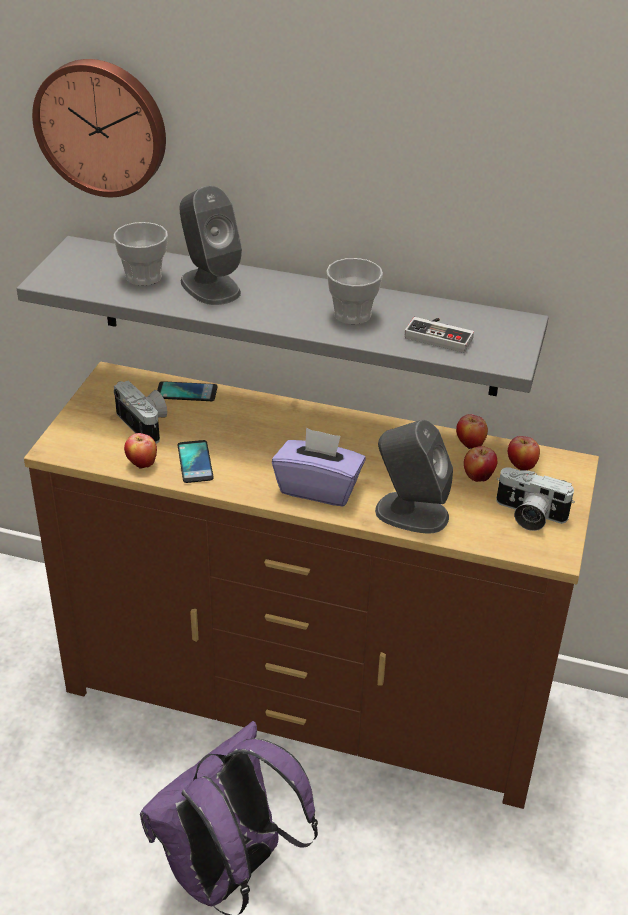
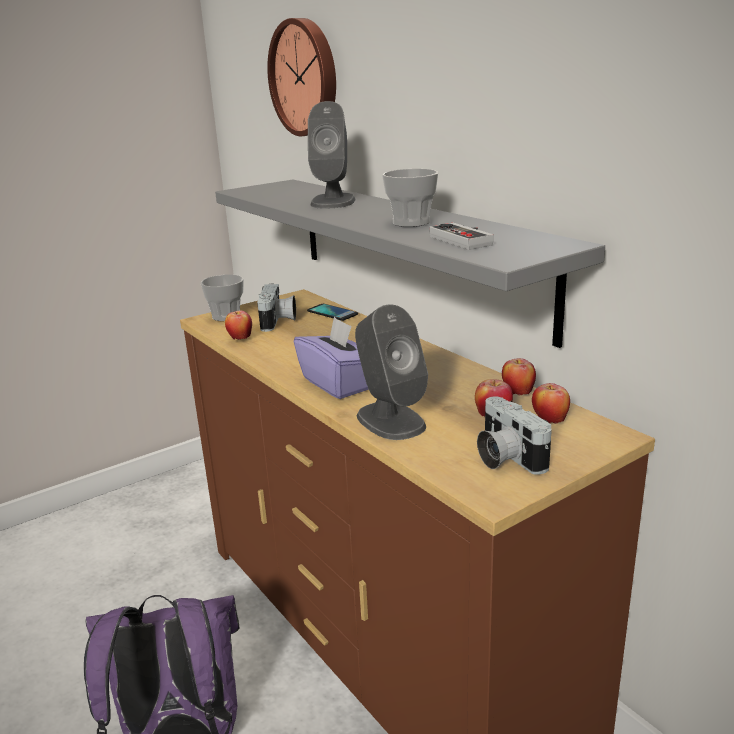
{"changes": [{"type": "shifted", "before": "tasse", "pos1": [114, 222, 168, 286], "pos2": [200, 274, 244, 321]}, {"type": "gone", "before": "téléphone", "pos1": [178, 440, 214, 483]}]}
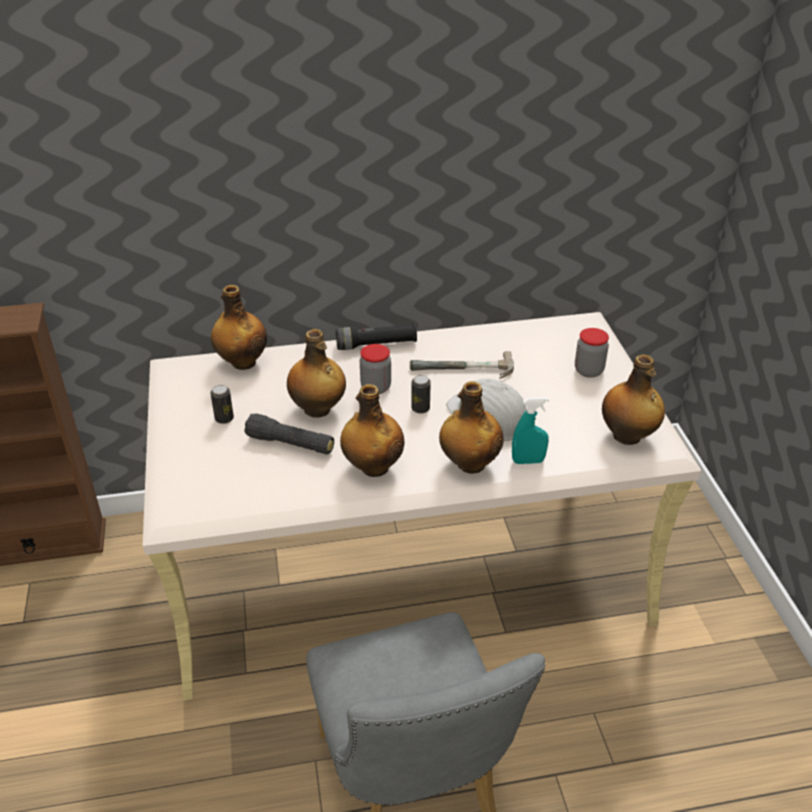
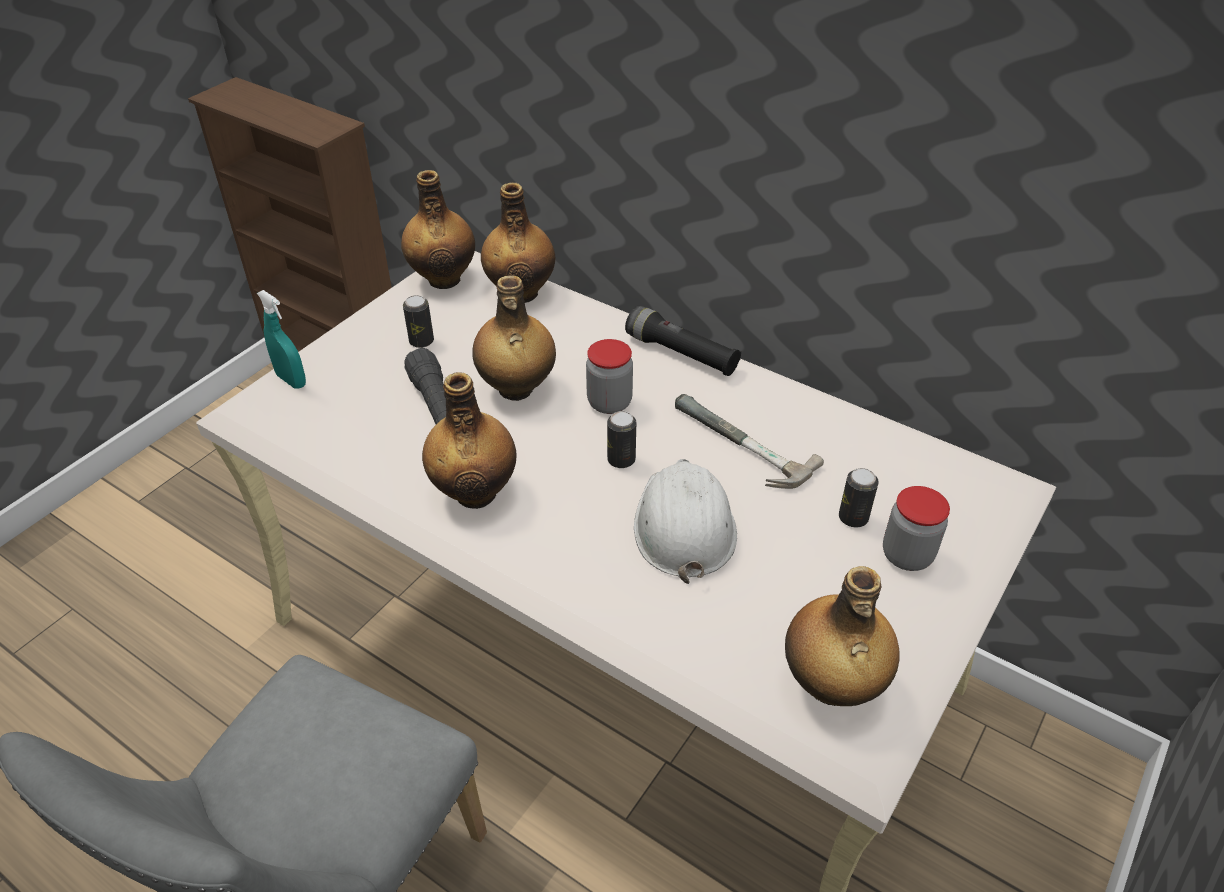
{"changes": [{"type": "shifted", "before": "bouteille", "pos1": [439, 381, 503, 474], "pos2": [401, 170, 475, 289]}, {"type": "shifted", "before": "vaporisateur/turquoise", "pos1": [512, 397, 549, 464], "pos2": [257, 290, 306, 389]}, {"type": "new", "after": "boîte métallique", "pos2": [839, 468, 879, 527]}]}
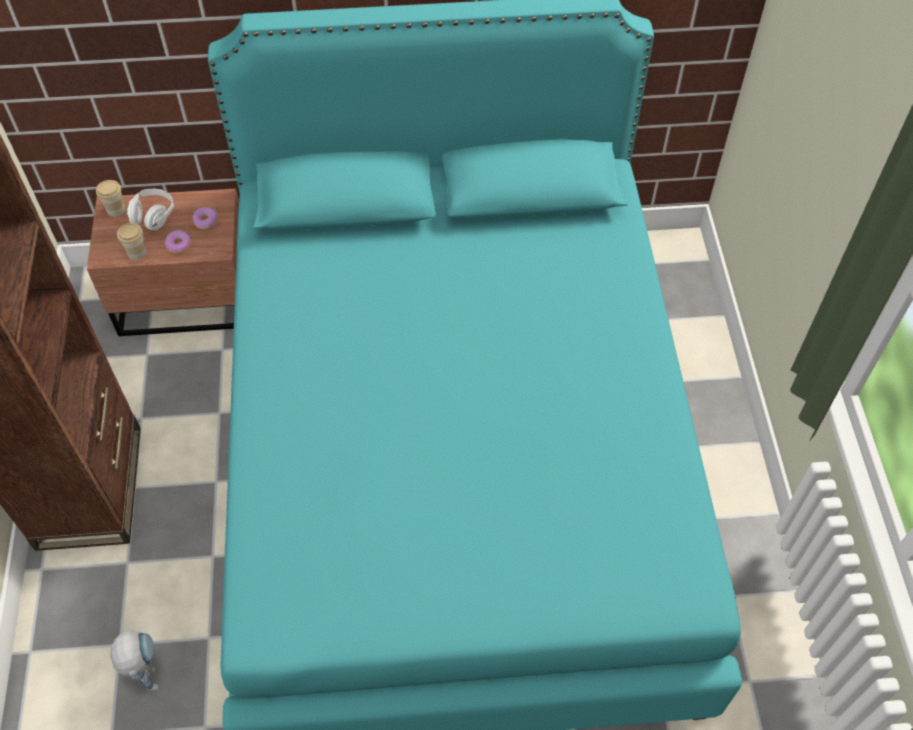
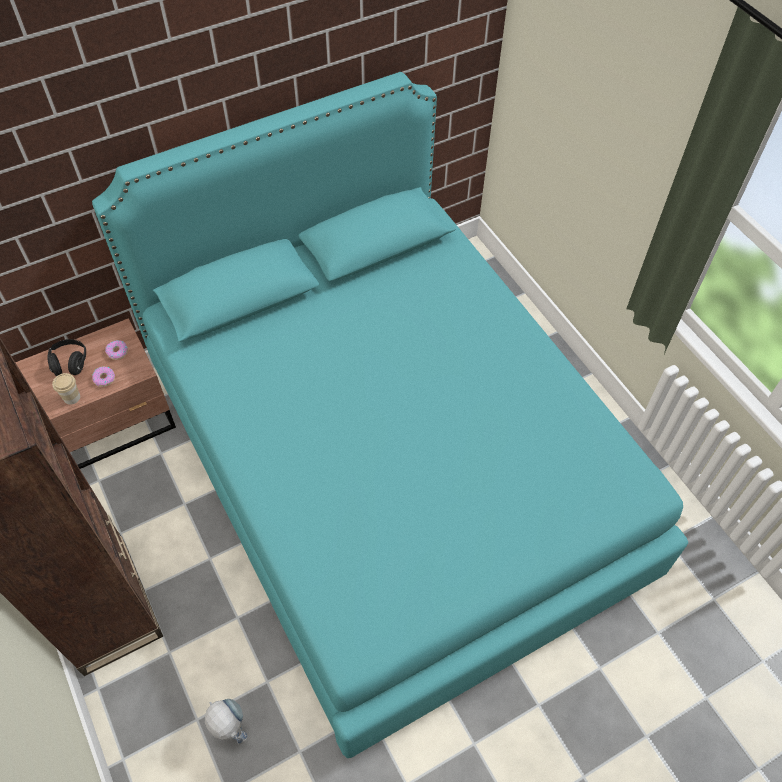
{"changes": [{"type": "gone", "before": "tasse", "pos1": [96, 180, 125, 217]}, {"type": "repainted", "before": "casque audio/blanc", "after": "casque audio/noir", "pos1": [127, 189, 174, 230], "pos2": [47, 339, 86, 376]}]}
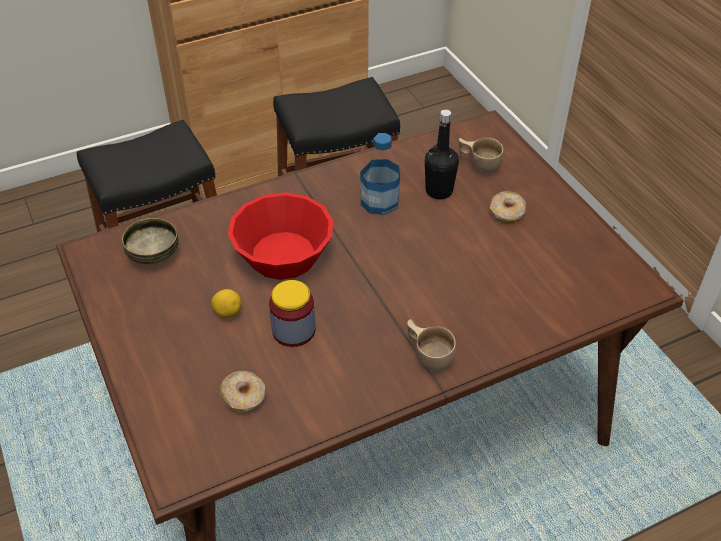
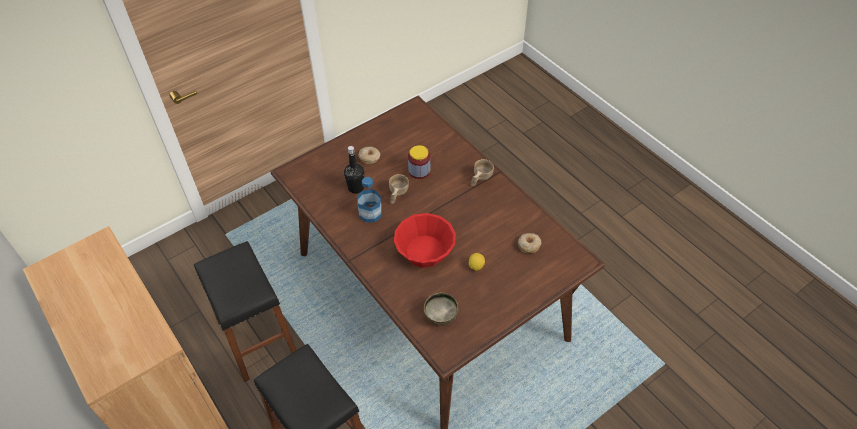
{"changes": [{"type": "shifted", "before": "tasse/beige", "pos1": [459, 138, 504, 174], "pos2": [389, 174, 409, 204]}, {"type": "shifted", "before": "bocal", "pos1": [269, 280, 315, 347], "pos2": [408, 145, 430, 179]}]}
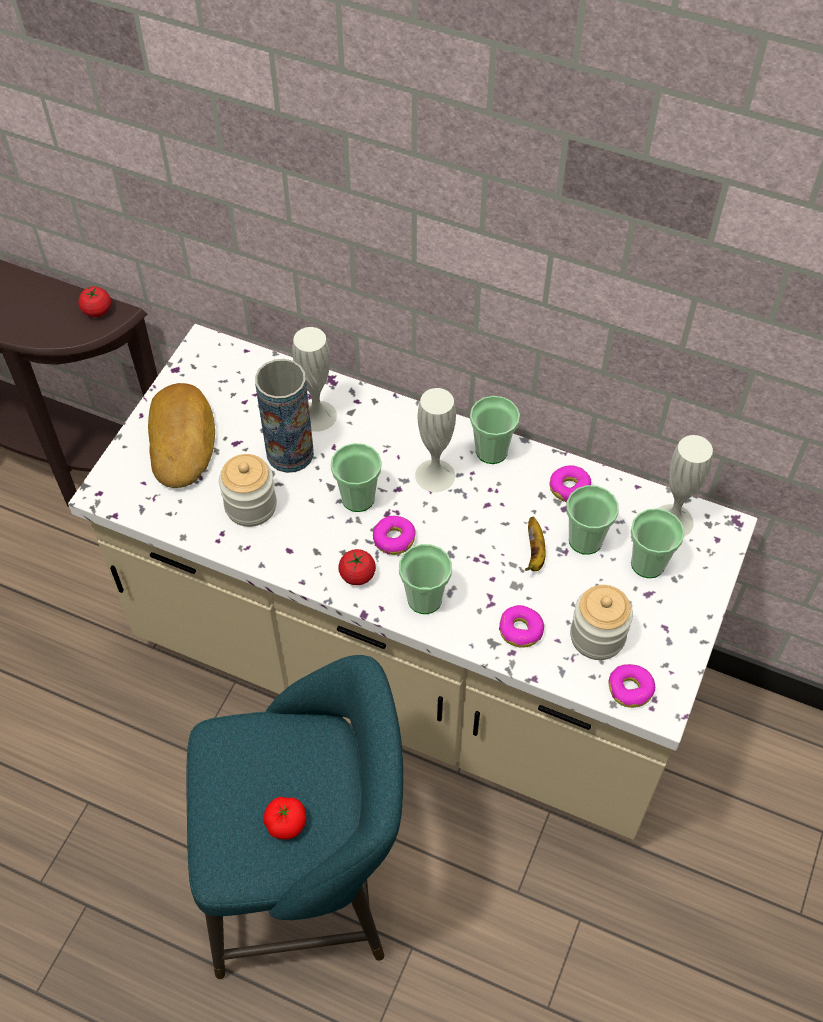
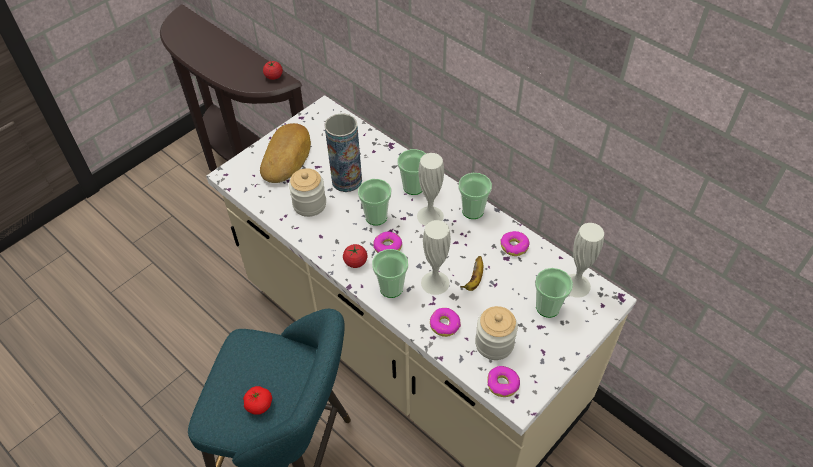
{"changes": [{"type": "shifted", "before": "vase/blanc", "pos1": [292, 327, 337, 432], "pos2": [421, 220, 451, 295]}, {"type": "shifted", "before": "tasse", "pos1": [566, 485, 619, 555], "pos2": [398, 149, 426, 195]}]}
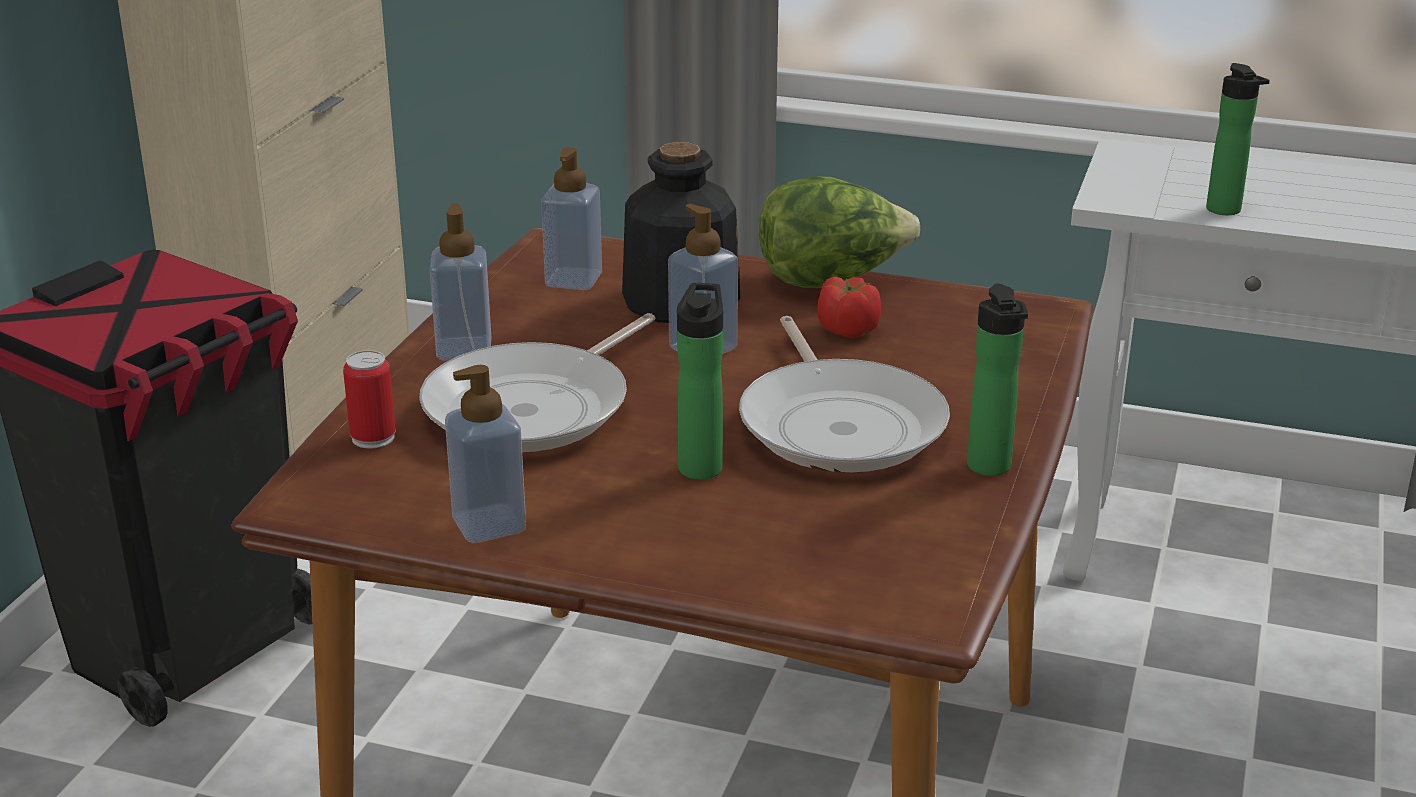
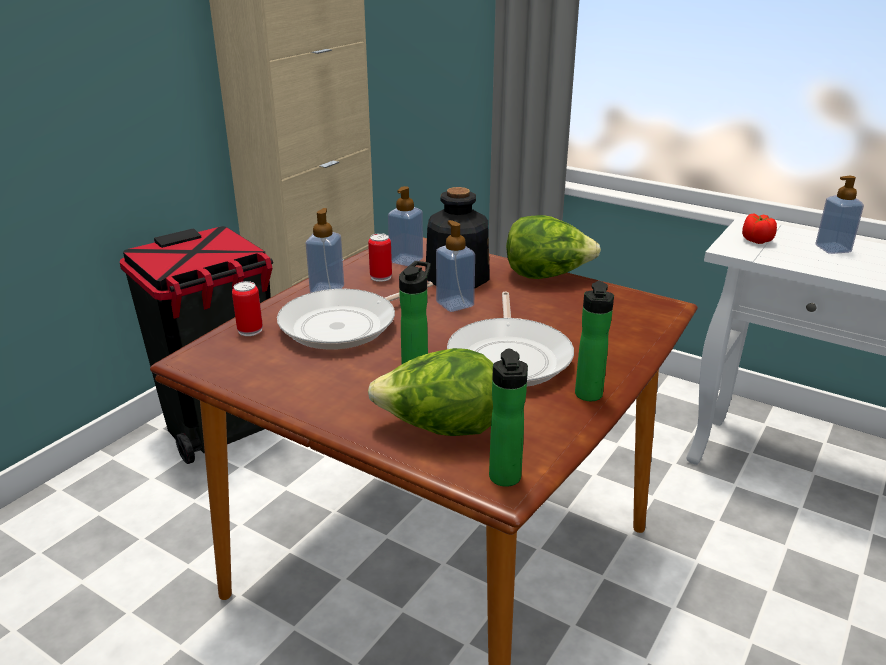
{"changes": [{"type": "shifted", "before": "bouteille", "pos1": [1206, 63, 1270, 215], "pos2": [489, 349, 528, 487]}, {"type": "shifted", "before": "tomate", "pos1": [817, 277, 881, 338], "pos2": [742, 213, 777, 244]}, {"type": "shifted", "before": "distributeur de savon", "pos1": [445, 365, 526, 543], "pos2": [815, 176, 864, 254]}, {"type": "new", "after": "boîte métallique", "pos2": [368, 233, 392, 282]}, {"type": "new", "after": "laitue", "pos2": [368, 348, 494, 436]}]}
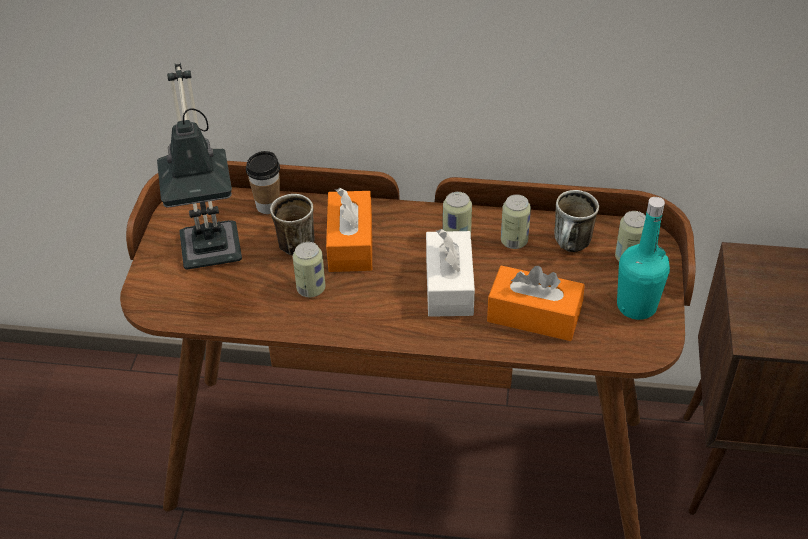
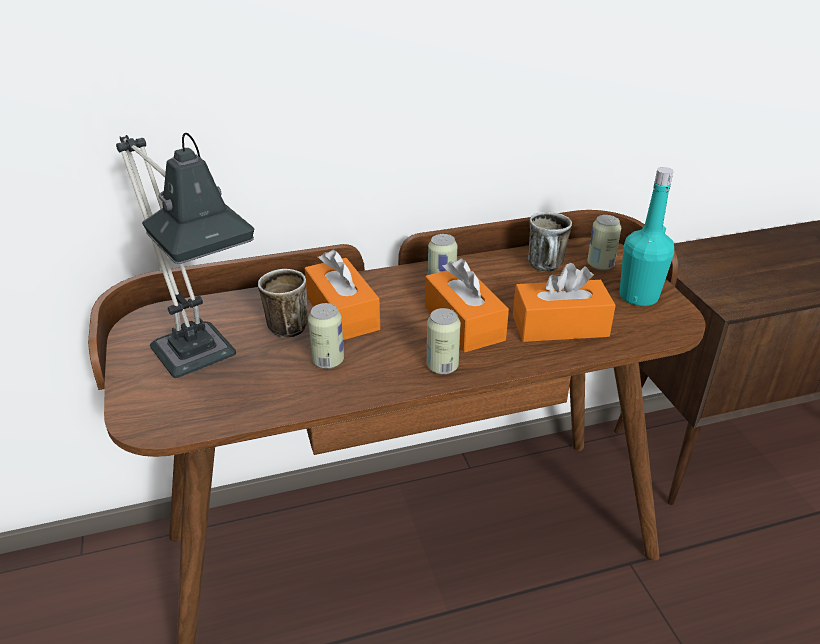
{"changes": [{"type": "gone", "before": "tasse", "pos1": [246, 151, 280, 214]}, {"type": "shifted", "before": "boîte métallique", "pos1": [501, 194, 531, 249], "pos2": [427, 308, 461, 374]}, {"type": "repainted", "before": "boîte à mouchoirs/blanc", "after": "boîte à mouchoirs/orange", "pos1": [426, 229, 475, 317], "pos2": [425, 258, 509, 353]}]}
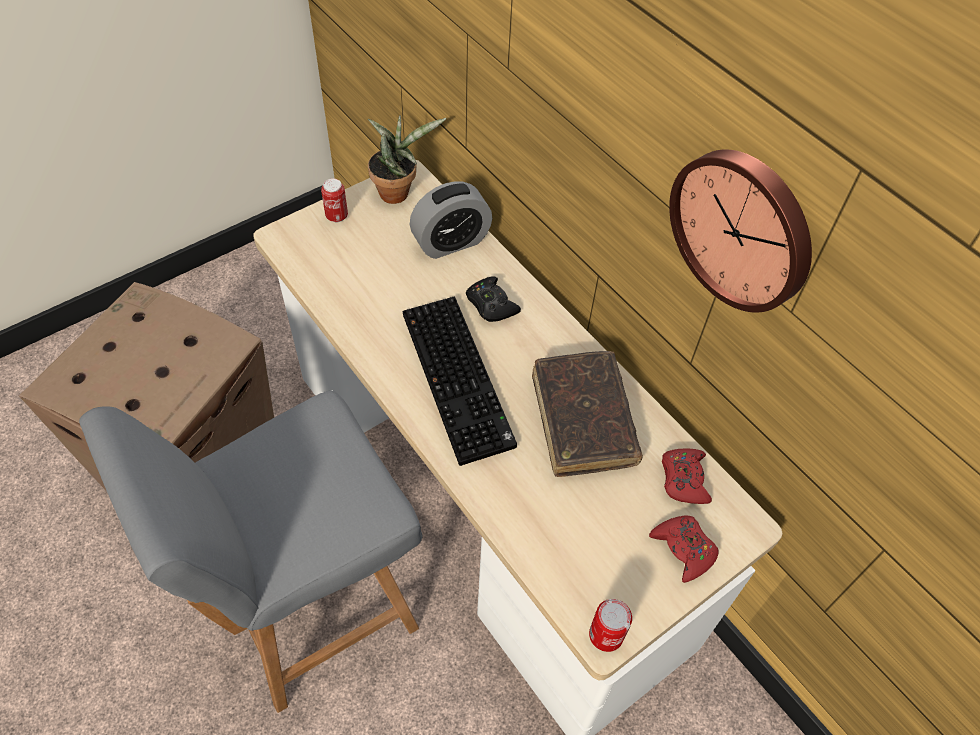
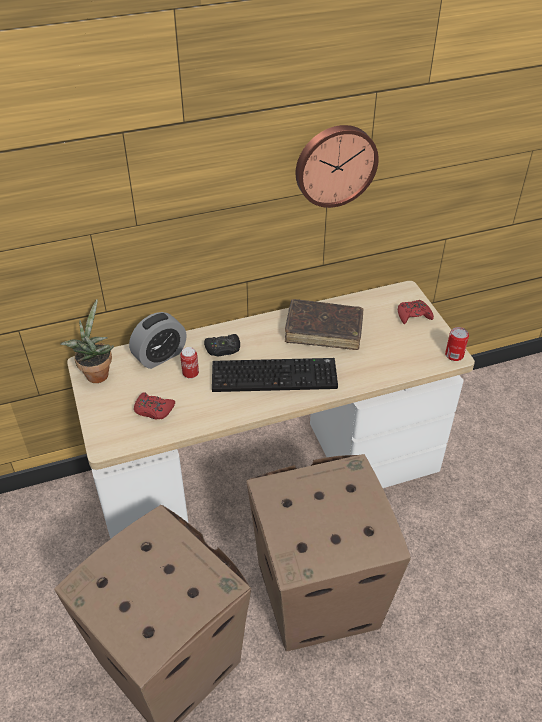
{"changes": [{"type": "shifted", "before": "boîte métallique", "pos1": [321, 179, 348, 222], "pos2": [180, 347, 199, 379]}, {"type": "rotated", "before": "réveil", "pos1": [410, 181, 492, 259], "pos2": [129, 312, 187, 369], "turn": 60}, {"type": "swapped", "before": "chaise/gris", "after": "carton", "pos1": [79, 390, 422, 713], "pos2": [246, 454, 411, 652]}, {"type": "shifted", "before": "manette/rouge", "pos1": [662, 449, 712, 504], "pos2": [134, 392, 175, 419]}]}
